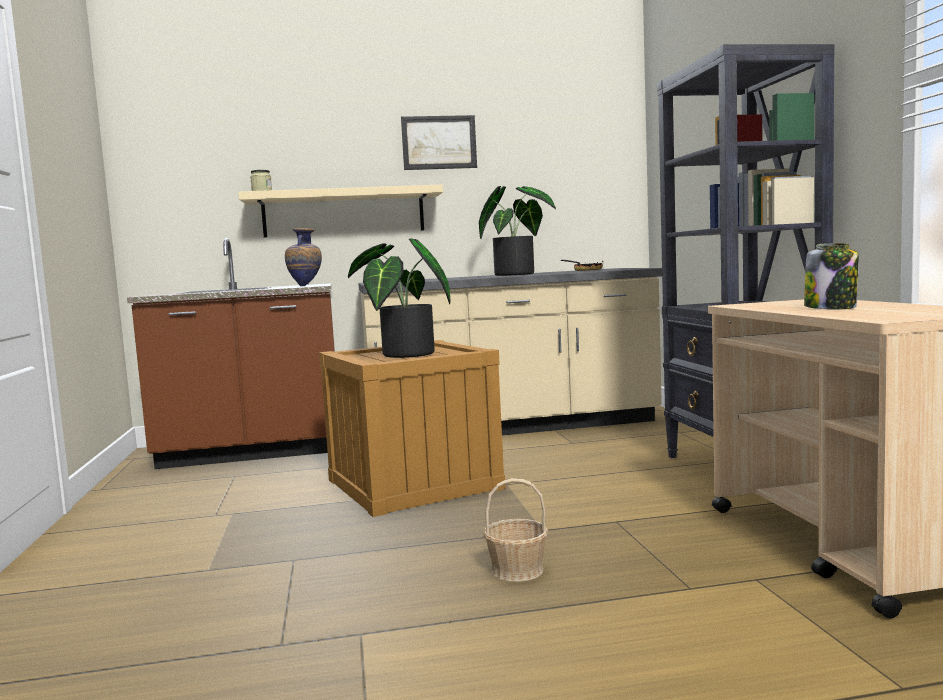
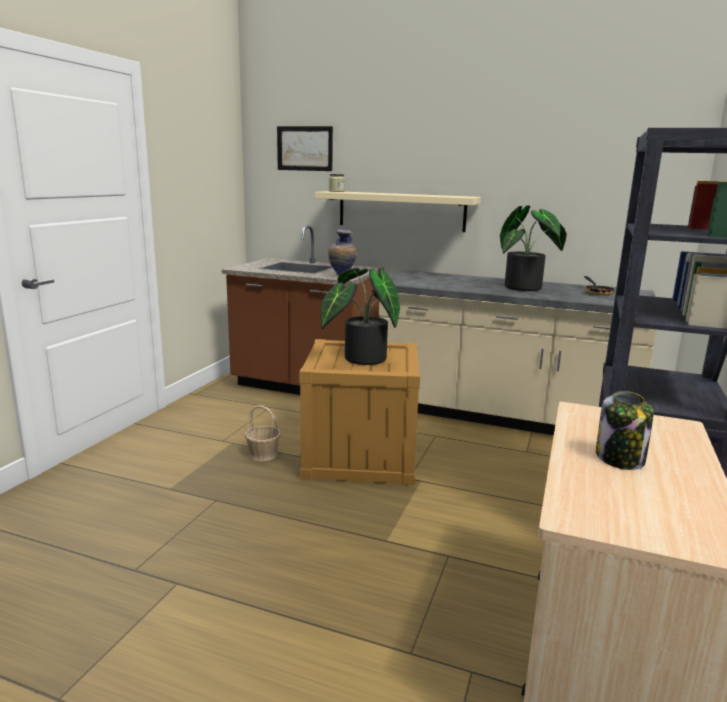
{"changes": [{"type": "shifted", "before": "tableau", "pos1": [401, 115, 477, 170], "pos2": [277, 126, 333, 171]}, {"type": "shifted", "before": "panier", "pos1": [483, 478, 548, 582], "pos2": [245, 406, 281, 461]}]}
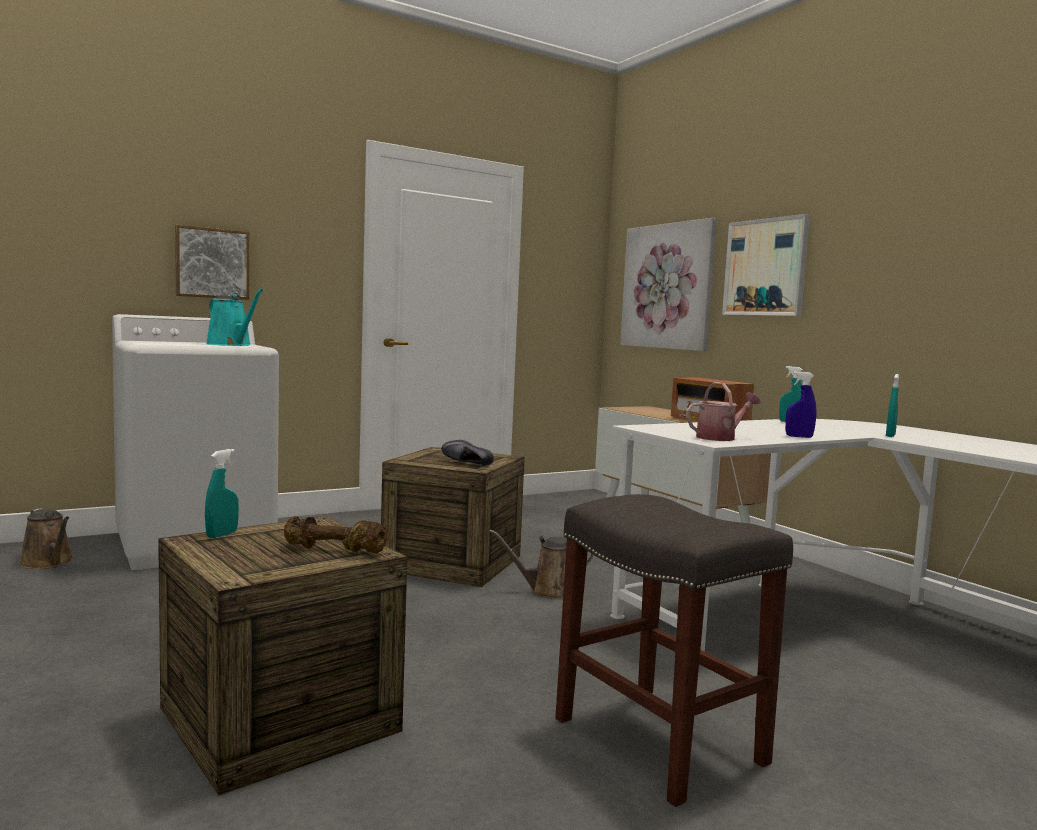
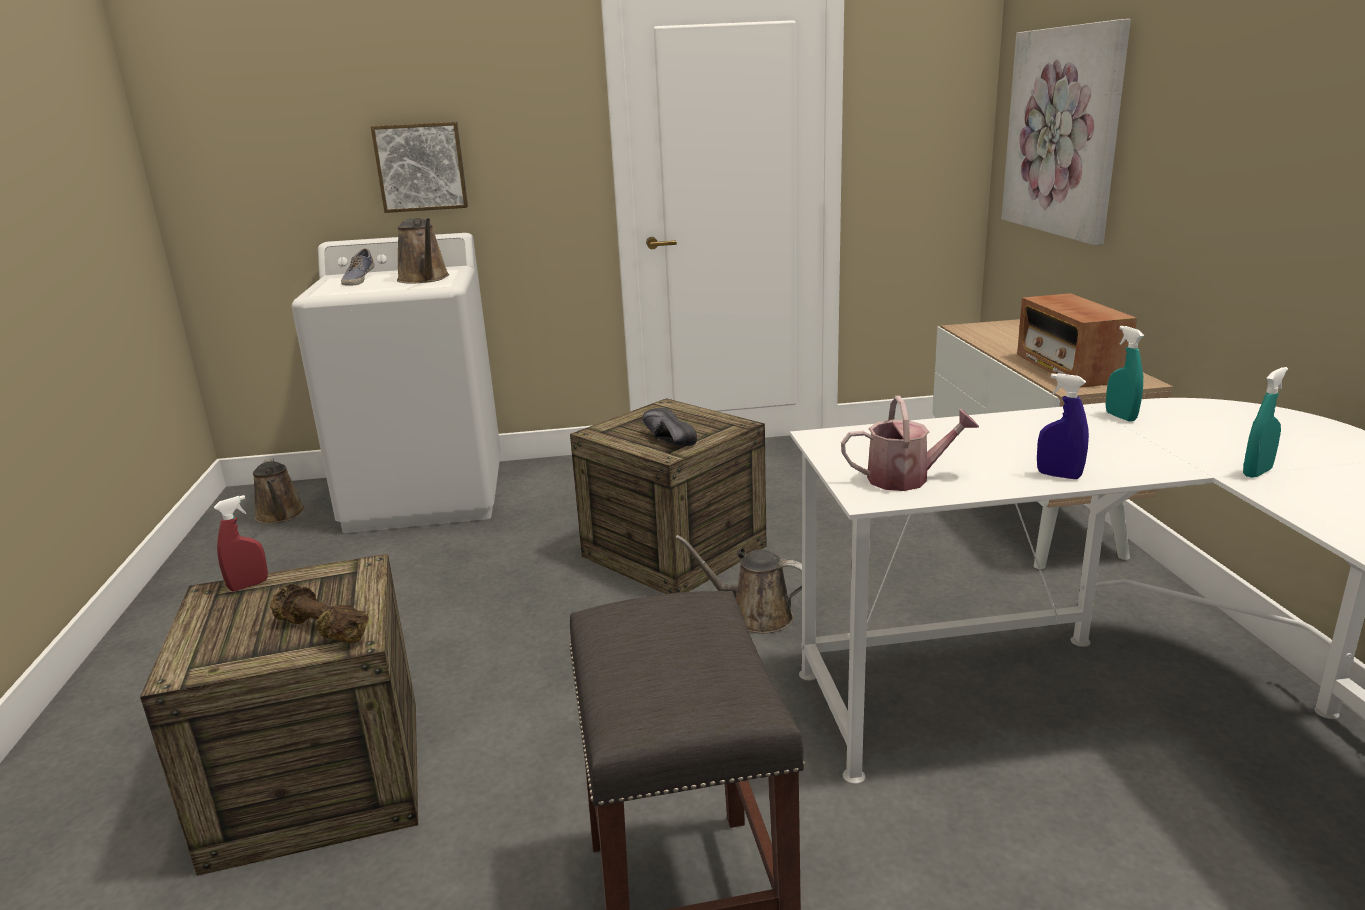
{"changes": [{"type": "gone", "before": "tableau", "pos1": [722, 214, 810, 316]}, {"type": "repainted", "before": "arrosoir/turquoise", "after": "arrosoir/marron", "pos1": [206, 289, 263, 346], "pos2": [397, 218, 449, 284]}, {"type": "repainted", "before": "vaporisateur/turquoise", "after": "vaporisateur/rouge", "pos1": [205, 449, 239, 538], "pos2": [214, 495, 268, 591]}, {"type": "new", "after": "chaussure", "pos2": [341, 248, 375, 286]}]}
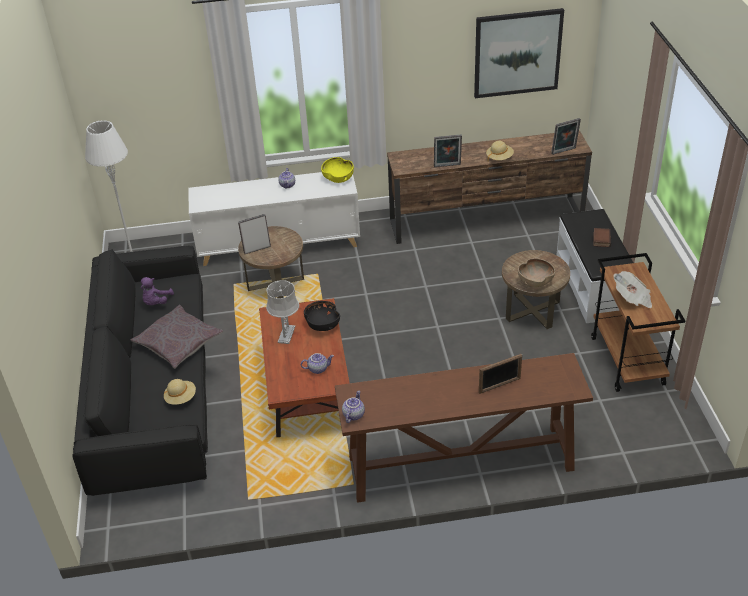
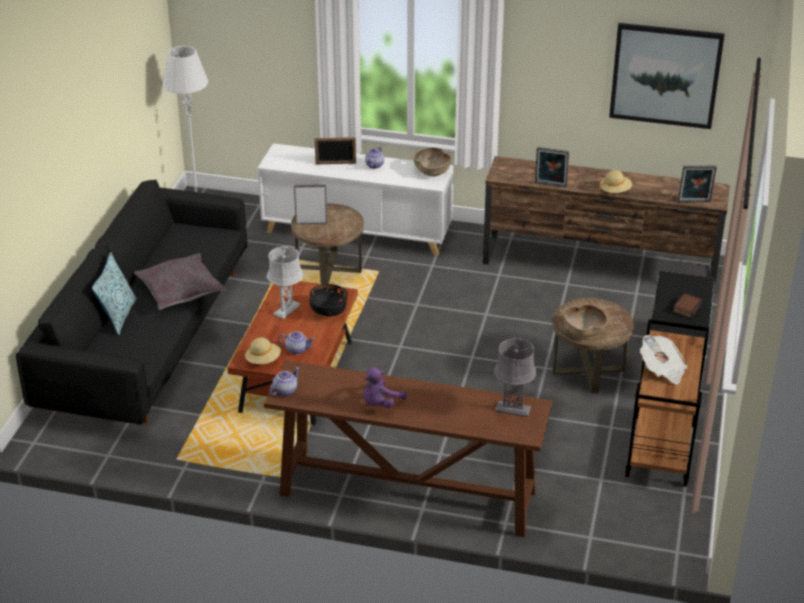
{"changes": [{"type": "repainted", "before": "bol/jaune", "after": "bol/marron", "pos1": [321, 157, 354, 183], "pos2": [414, 147, 451, 176]}, {"type": "shifted", "before": "peluche/violet", "pos1": [141, 277, 174, 305], "pos2": [364, 367, 407, 408]}, {"type": "shifted", "before": "cadre photo", "pos1": [479, 354, 522, 394], "pos2": [315, 137, 356, 164]}, {"type": "shifted", "before": "chapeau/beige", "pos1": [164, 379, 196, 405], "pos2": [245, 337, 281, 364]}, {"type": "new", "after": "coussin", "pos2": [92, 252, 137, 336]}, {"type": "new", "after": "lampe de table/gris", "pos2": [494, 338, 536, 417]}]}
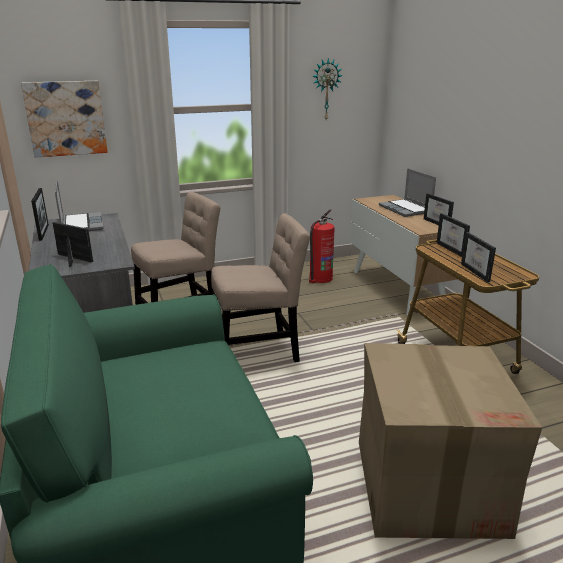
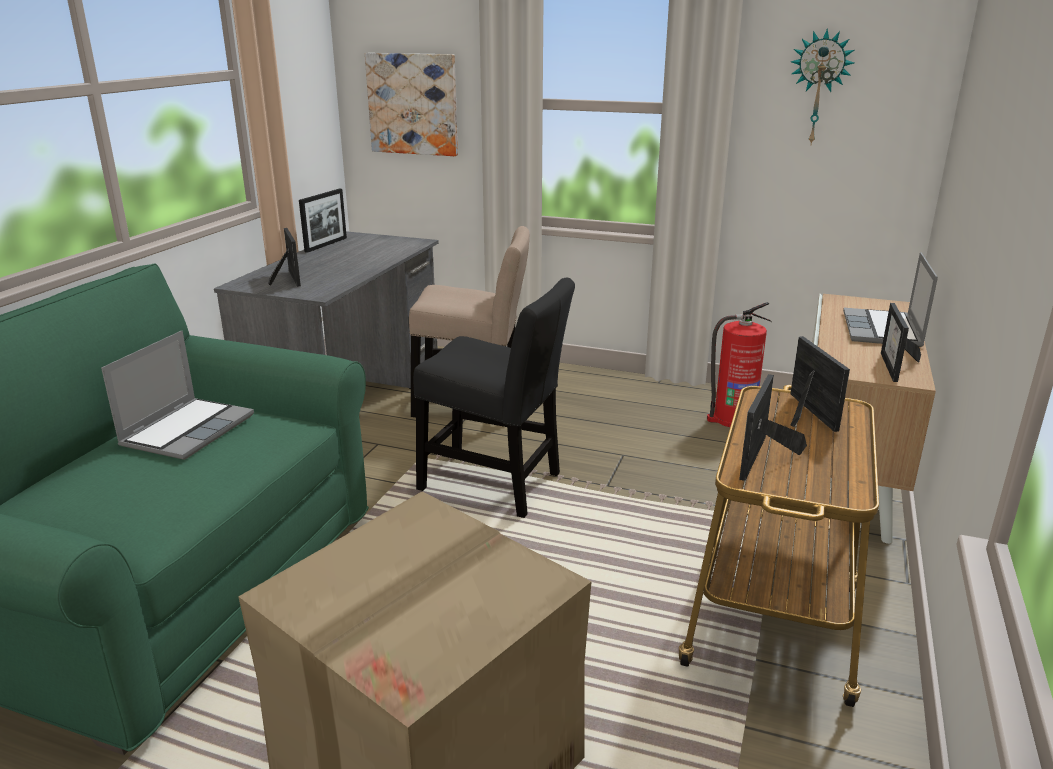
{"changes": [{"type": "shifted", "before": "ordinateur portable", "pos1": [55, 180, 103, 231], "pos2": [101, 331, 254, 460]}, {"type": "repainted", "before": "chaise/beige", "after": "chaise/noir", "pos1": [211, 213, 310, 362], "pos2": [413, 277, 575, 518]}, {"type": "rotated", "before": "cadre photo", "pos1": [437, 213, 470, 256], "pos2": [790, 336, 850, 432], "turn": 150}]}
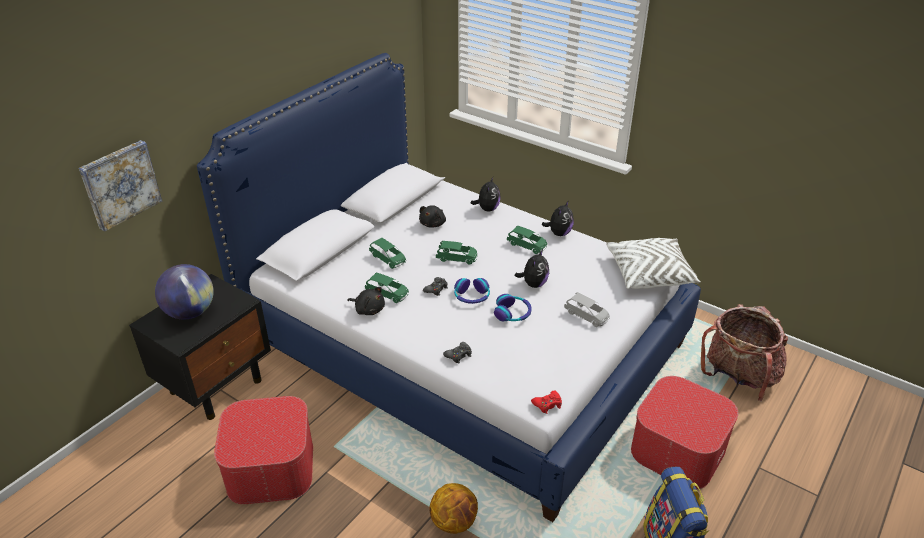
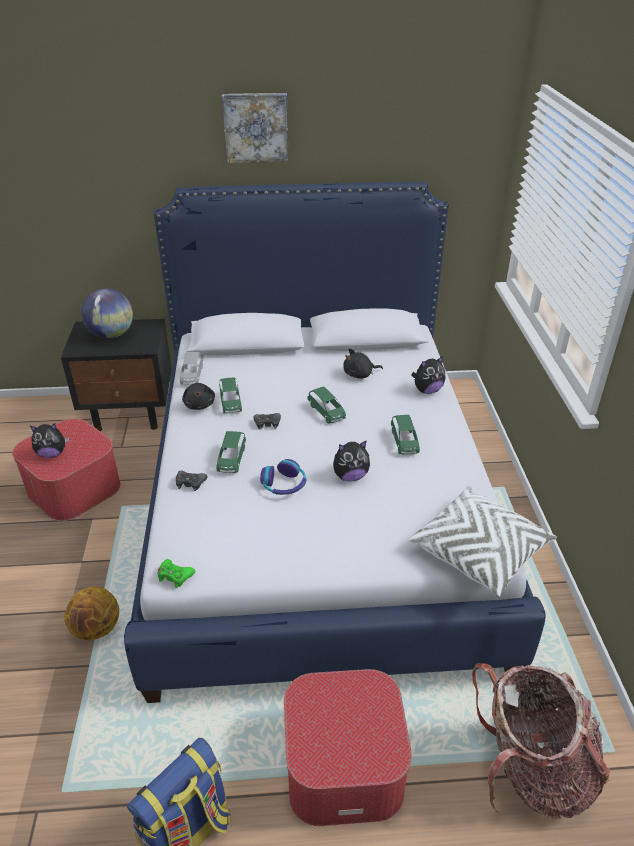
{"changes": [{"type": "shifted", "before": "tableau", "pos1": [79, 140, 162, 231], "pos2": [222, 93, 289, 163]}, {"type": "shifted", "before": "peluche", "pos1": [542, 200, 574, 236], "pos2": [30, 424, 69, 458]}, {"type": "shifted", "before": "petite voiture/vert", "pos1": [369, 238, 406, 269], "pos2": [216, 431, 246, 473]}, {"type": "gone", "before": "casque audio", "pos1": [454, 278, 490, 304]}, {"type": "shifted", "before": "petite voiture/gris", "pos1": [564, 292, 610, 327], "pos2": [180, 352, 203, 384]}, {"type": "repainted", "before": "manette/rouge", "after": "manette/vert", "pos1": [531, 390, 562, 414], "pos2": [158, 559, 195, 588]}]}
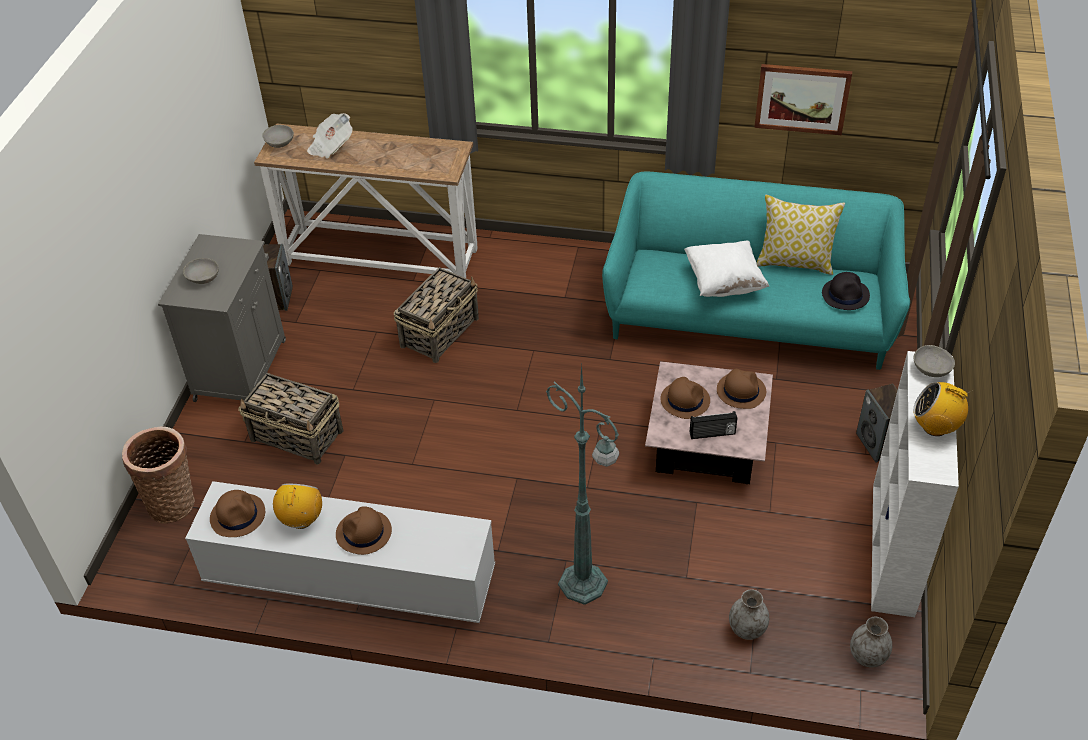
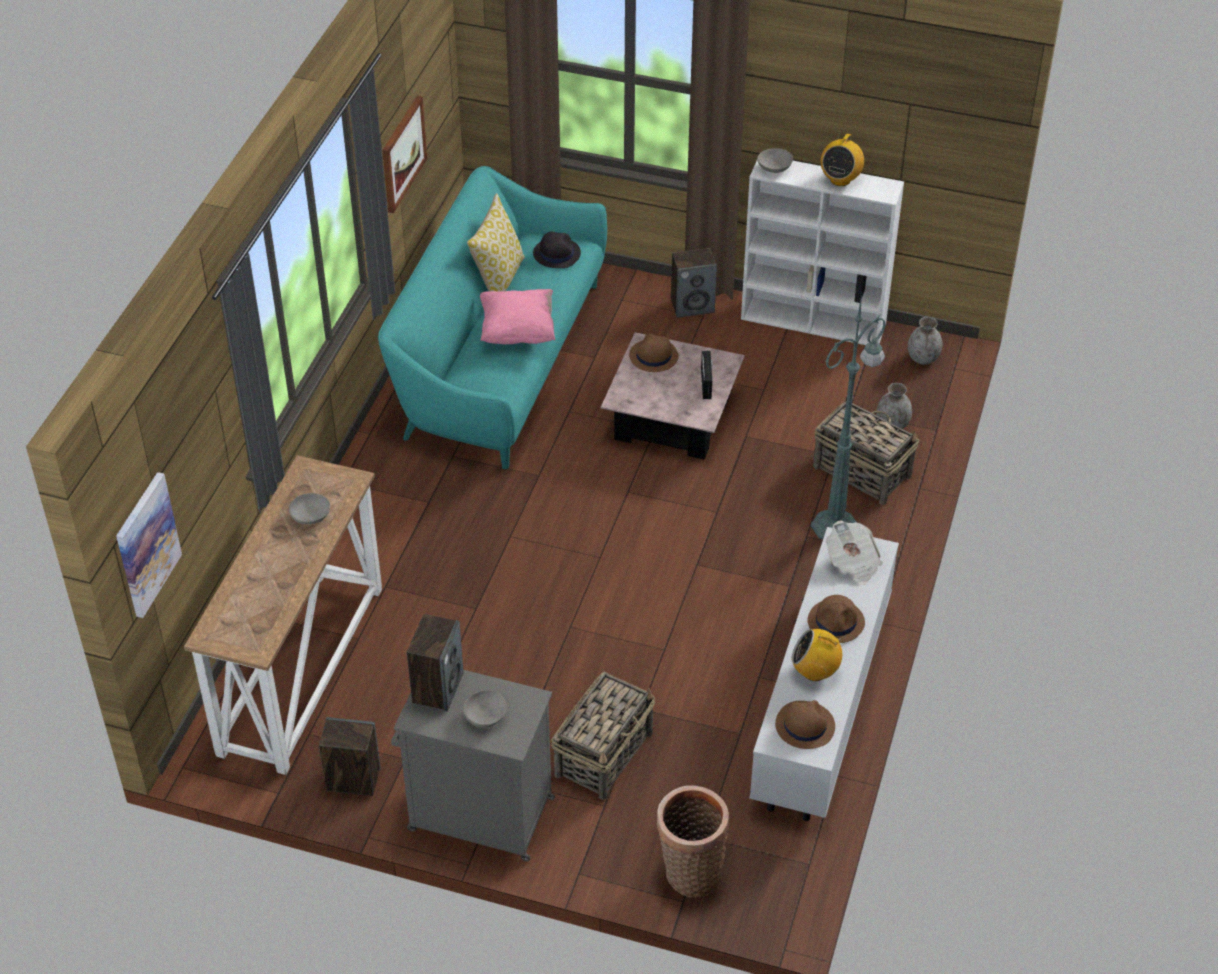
{"changes": [{"type": "shifted", "before": "journal", "pos1": [307, 113, 353, 158], "pos2": [826, 520, 883, 585]}, {"type": "shifted", "before": "bol/gris", "pos1": [262, 125, 294, 148], "pos2": [289, 493, 330, 524]}, {"type": "repainted", "before": "coussin/blanc", "after": "coussin/rose", "pos1": [684, 240, 769, 297], "pos2": [480, 289, 555, 344]}, {"type": "shifted", "before": "panier", "pos1": [394, 267, 479, 363], "pos2": [813, 396, 919, 505]}, {"type": "gone", "before": "chapeau/marron", "pos1": [660, 377, 710, 419]}, {"type": "new", "after": "tableau", "pos2": [116, 472, 182, 618]}, {"type": "new", "after": "enceinte", "pos2": [407, 614, 464, 712]}]}
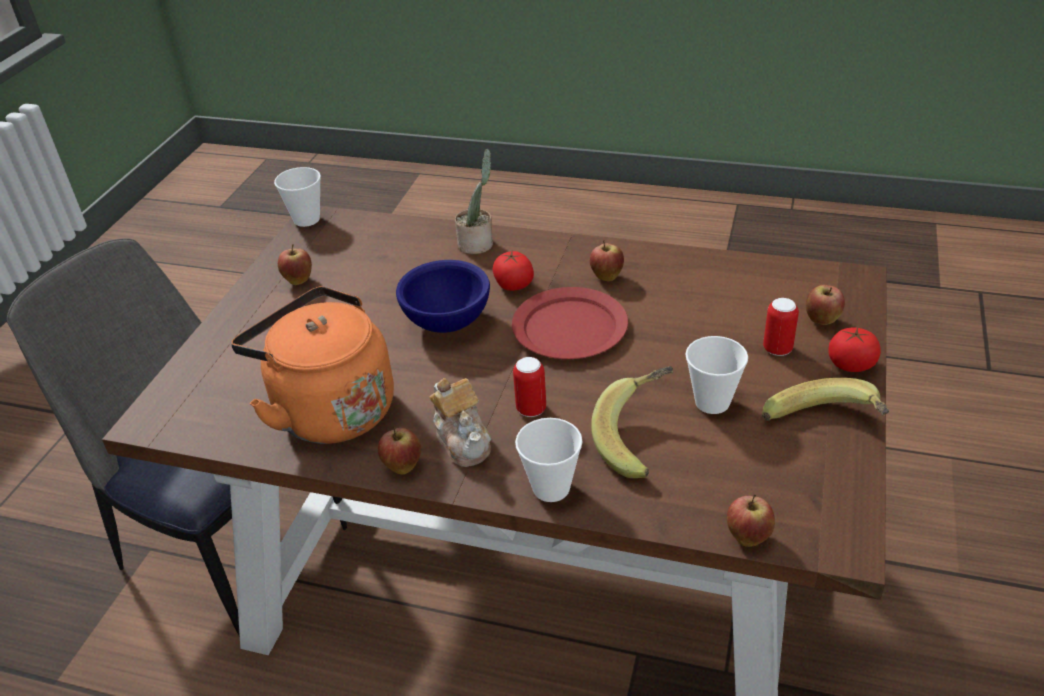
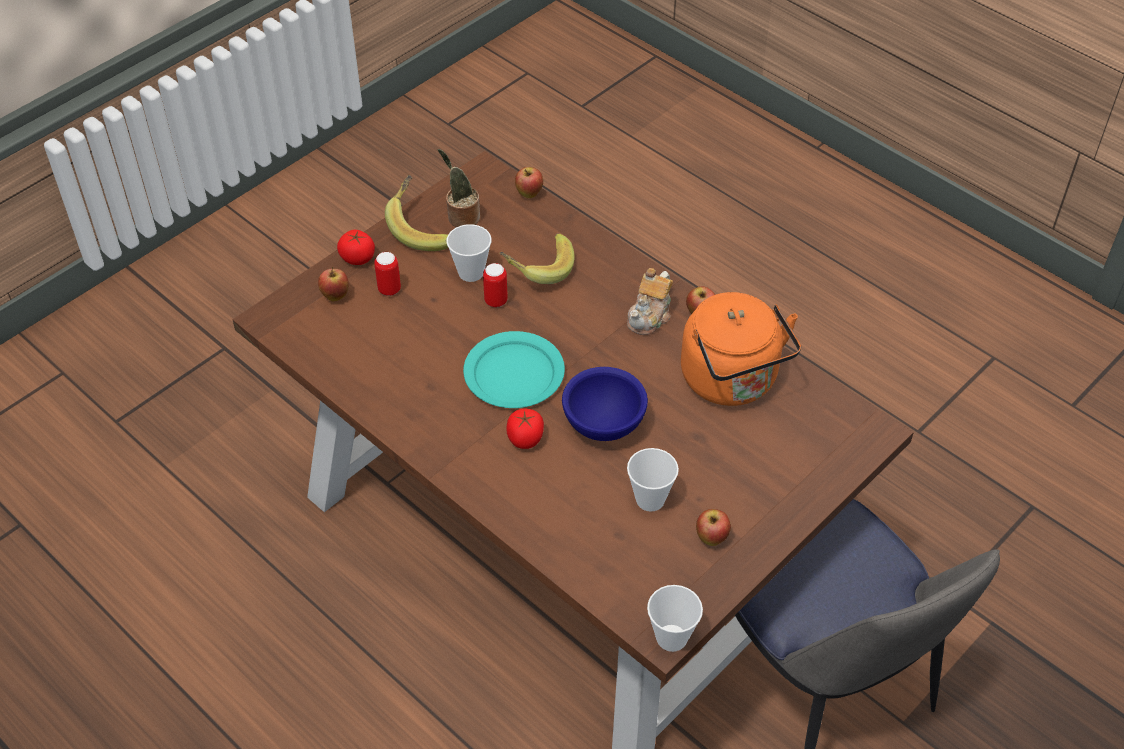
{"changes": [{"type": "shifted", "before": "plante en pot", "pos1": [455, 149, 493, 254], "pos2": [437, 149, 480, 227]}, {"type": "gone", "before": "pomme", "pos1": [590, 240, 624, 281]}, {"type": "repainted", "before": "assiette/rouge", "after": "assiette/turquoise", "pos1": [512, 287, 628, 359], "pos2": [463, 331, 565, 408]}, {"type": "shifted", "before": "boîte métallique", "pos1": [513, 357, 546, 417], "pos2": [483, 263, 508, 307]}, {"type": "rotated", "before": "théière", "pos1": [429, 378, 491, 467], "pos2": [627, 268, 673, 335], "turn": -150}, {"type": "shifted", "before": "tasse", "pos1": [515, 418, 583, 502], "pos2": [627, 448, 679, 512]}]}
